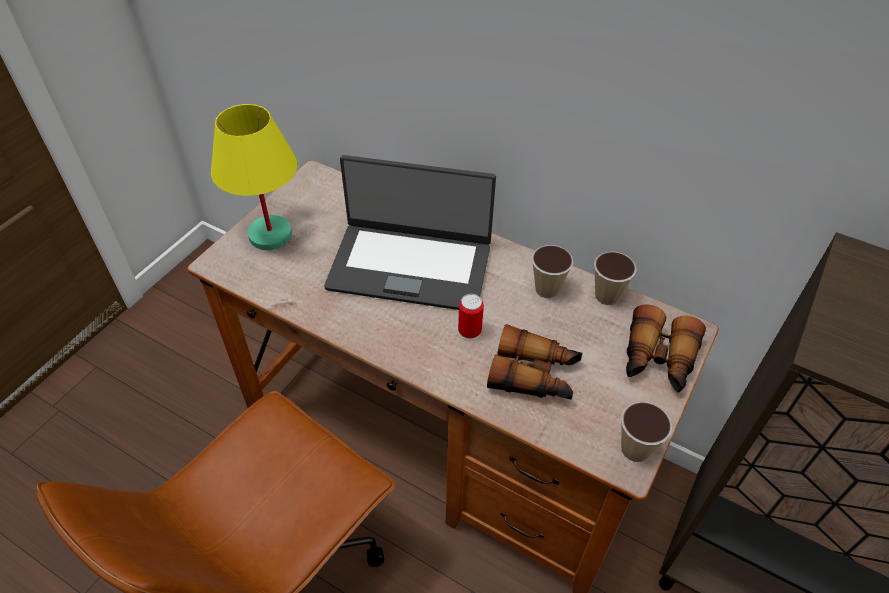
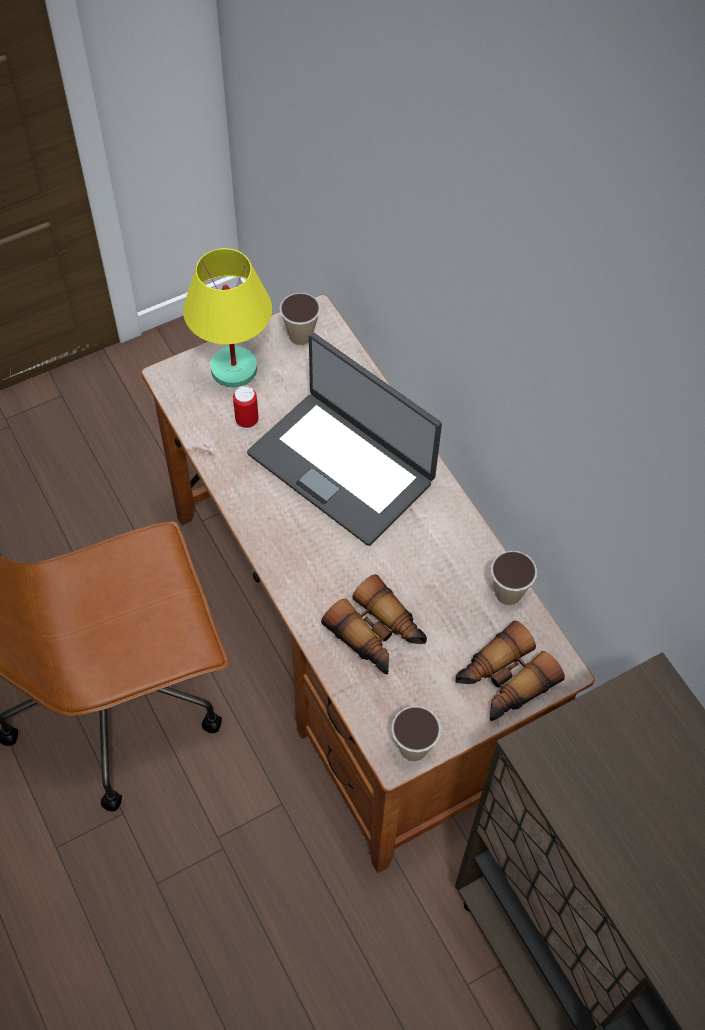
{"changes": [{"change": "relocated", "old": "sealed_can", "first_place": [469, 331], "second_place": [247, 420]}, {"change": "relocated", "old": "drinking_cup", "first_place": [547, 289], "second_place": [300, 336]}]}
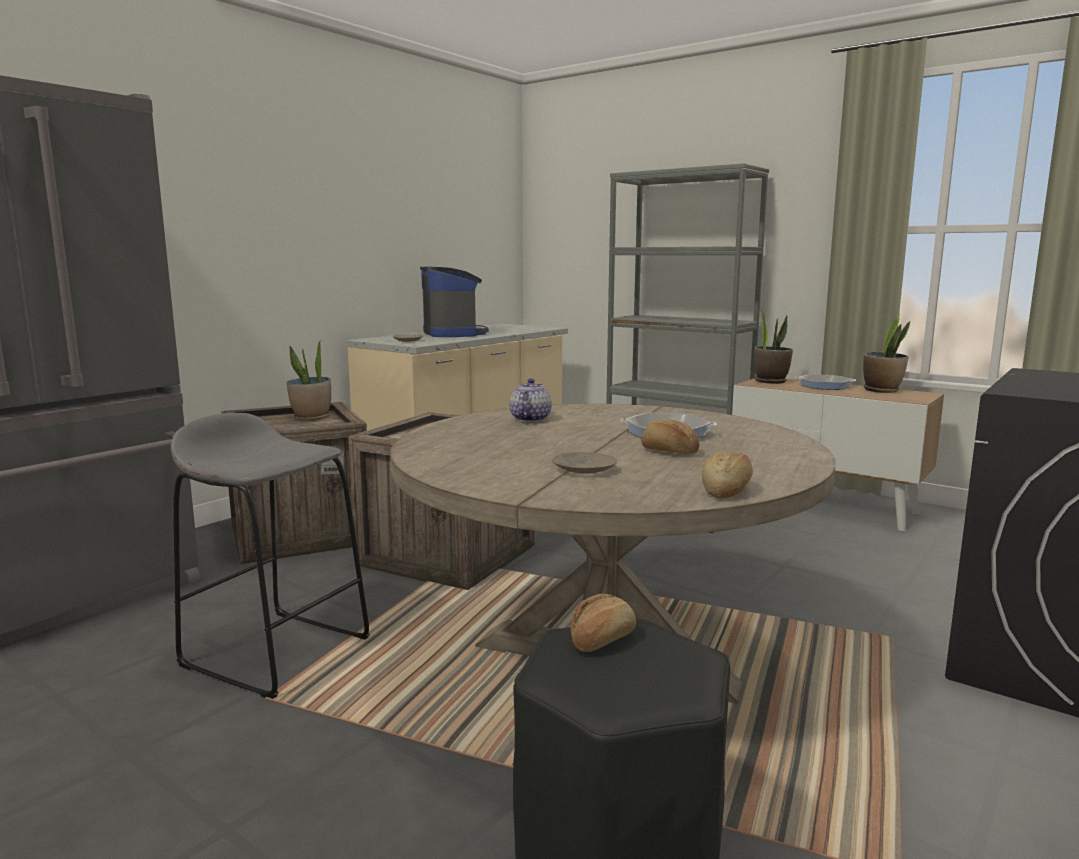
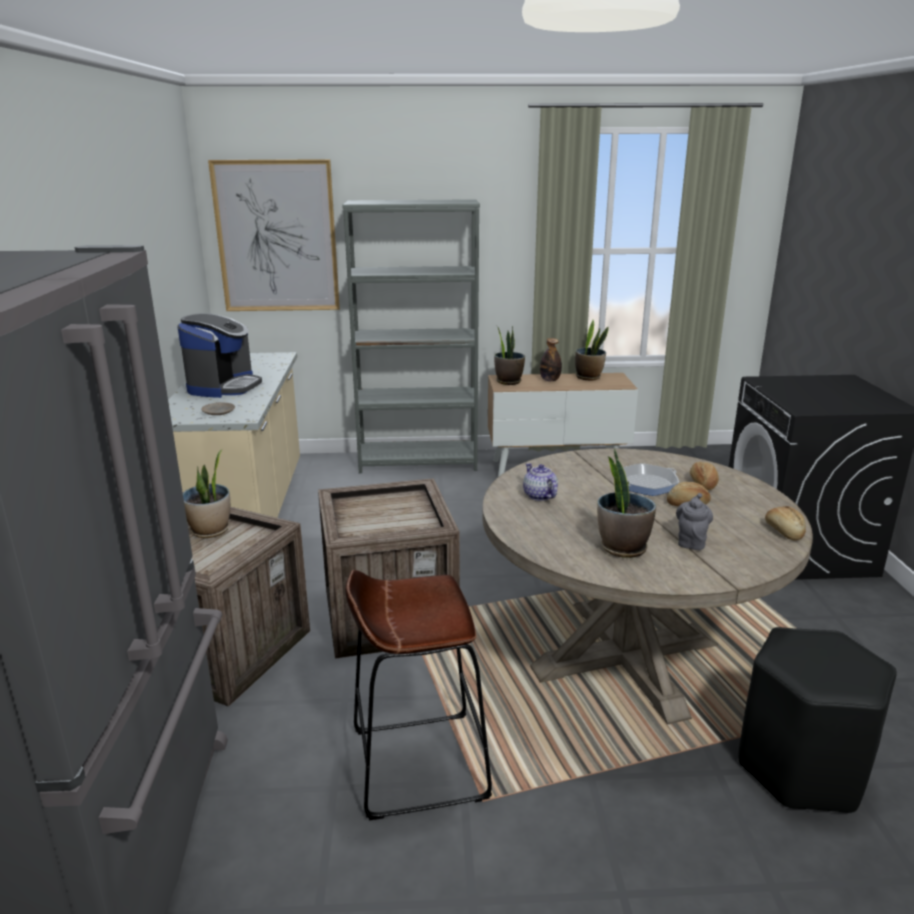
{"changes": [{"change": "appeared", "new": "picture", "second_place": [277, 237]}, {"change": "appeared", "new": "plant_in_a_pot", "second_place": [622, 547]}, {"change": "relocated", "old": "baked_bread", "first_place": [602, 640], "second_place": [702, 484]}, {"change": "exchanged", "old": "beige_dinner_plate", "new": "greyish_pot_for_tea", "first_place": [583, 469], "second_place": [691, 541]}, {"change": "exchanged", "old": "pan", "new": "bottle", "first_place": [824, 386], "second_place": [550, 380]}, {"change": "colour", "old": "greyish_stool_seat", "new": "brown_stool_seat", "first_place": [276, 651], "second_place": [418, 763]}, {"change": "spun", "old": "coffee_machine", "first_place": [454, 334], "second_place": [224, 387], "degrees": 75}]}
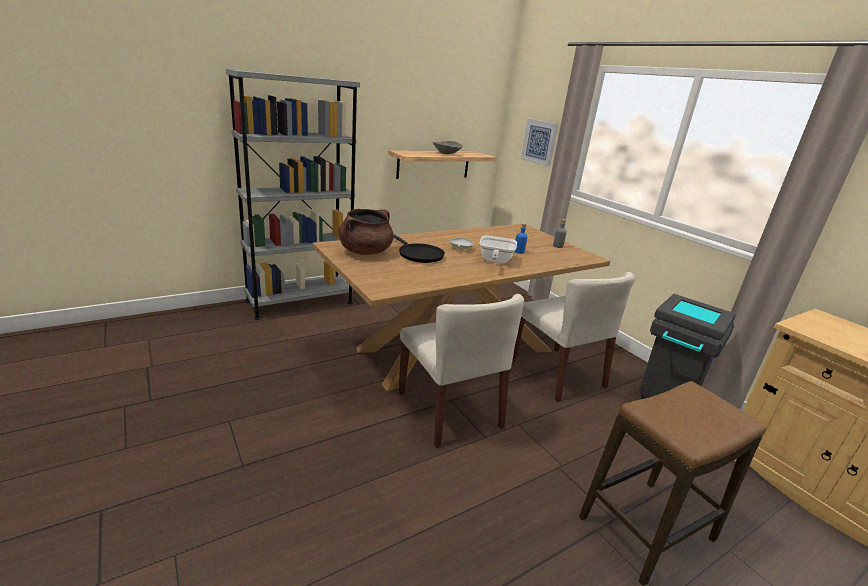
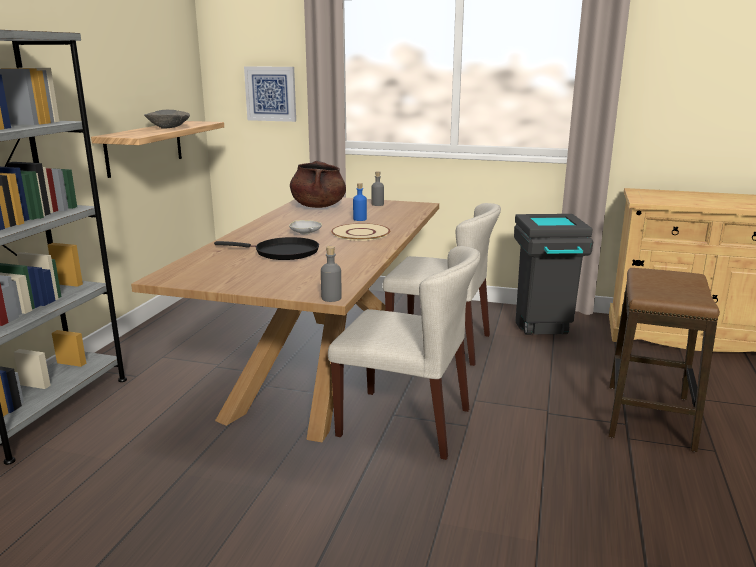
{"changes": [{"change": "appeared", "new": "greyish_bottle", "second_place": [331, 298]}, {"change": "relocated", "old": "brown_saucepot", "first_place": [365, 252], "second_place": [318, 206]}, {"change": "exchanged", "old": "pan", "new": "beige_dinner_plate", "first_place": [494, 261], "second_place": [360, 233]}]}
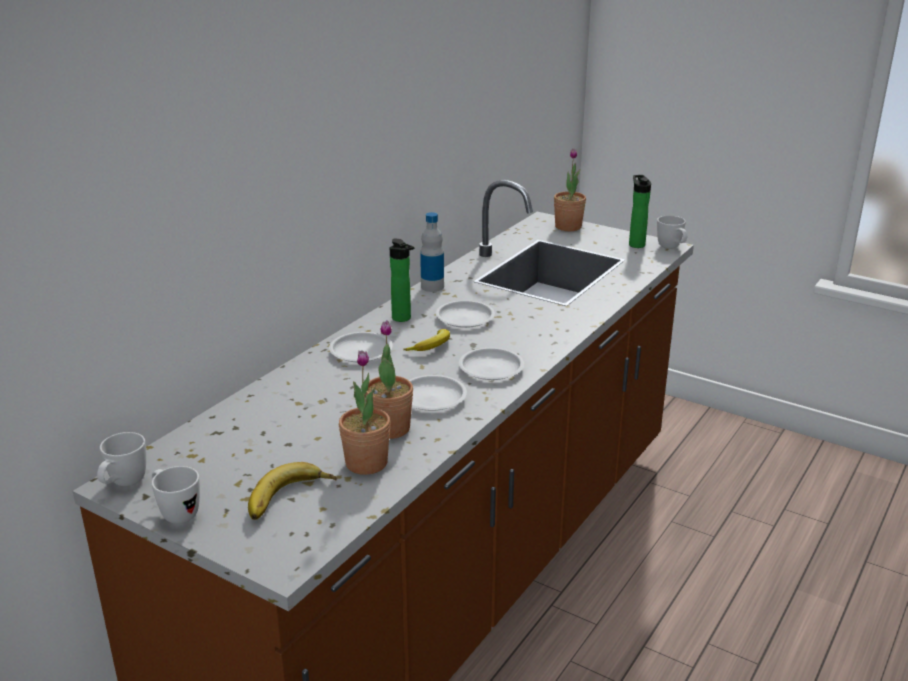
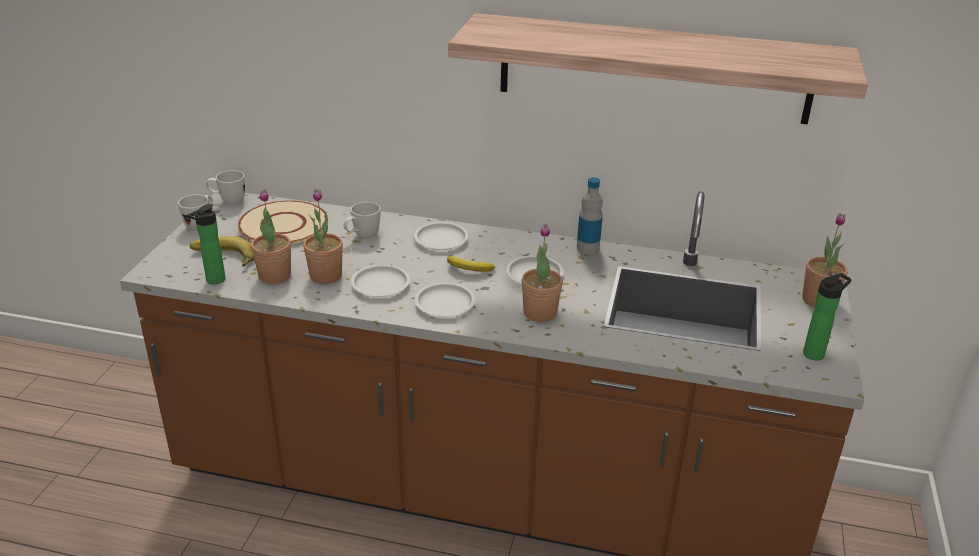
{"changes": [{"change": "appeared", "new": "beige_dinner_plate", "second_place": [284, 225]}, {"change": "appeared", "new": "bracket_shelf", "second_place": [653, 68]}, {"change": "appeared", "new": "plant_in_a_pot", "second_place": [540, 313]}, {"change": "relocated", "old": "bottle", "first_place": [403, 319], "second_place": [213, 281]}, {"change": "relocated", "old": "whitish_tea_mug", "first_place": [671, 248], "second_place": [362, 236]}]}
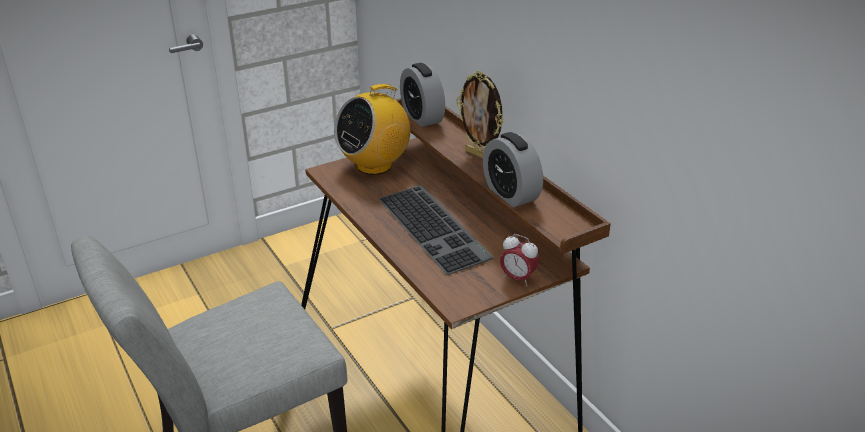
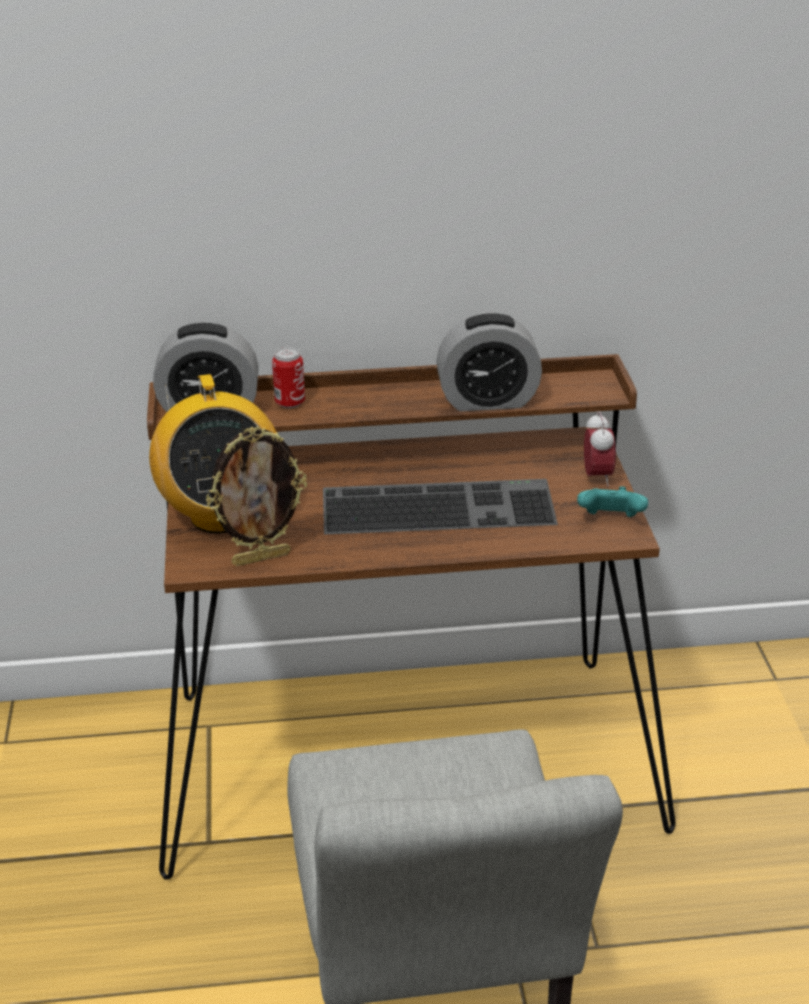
{"changes": [{"change": "appeared", "new": "sealed_can", "second_place": [290, 402]}, {"change": "appeared", "new": "turquoise-coloured_game_controller", "second_place": [610, 520]}, {"change": "relocated", "old": "standing_frame", "first_place": [479, 155], "second_place": [261, 558]}, {"change": "spun", "old": "table_clock", "first_place": [517, 278], "second_place": [597, 477], "degrees": -60}]}
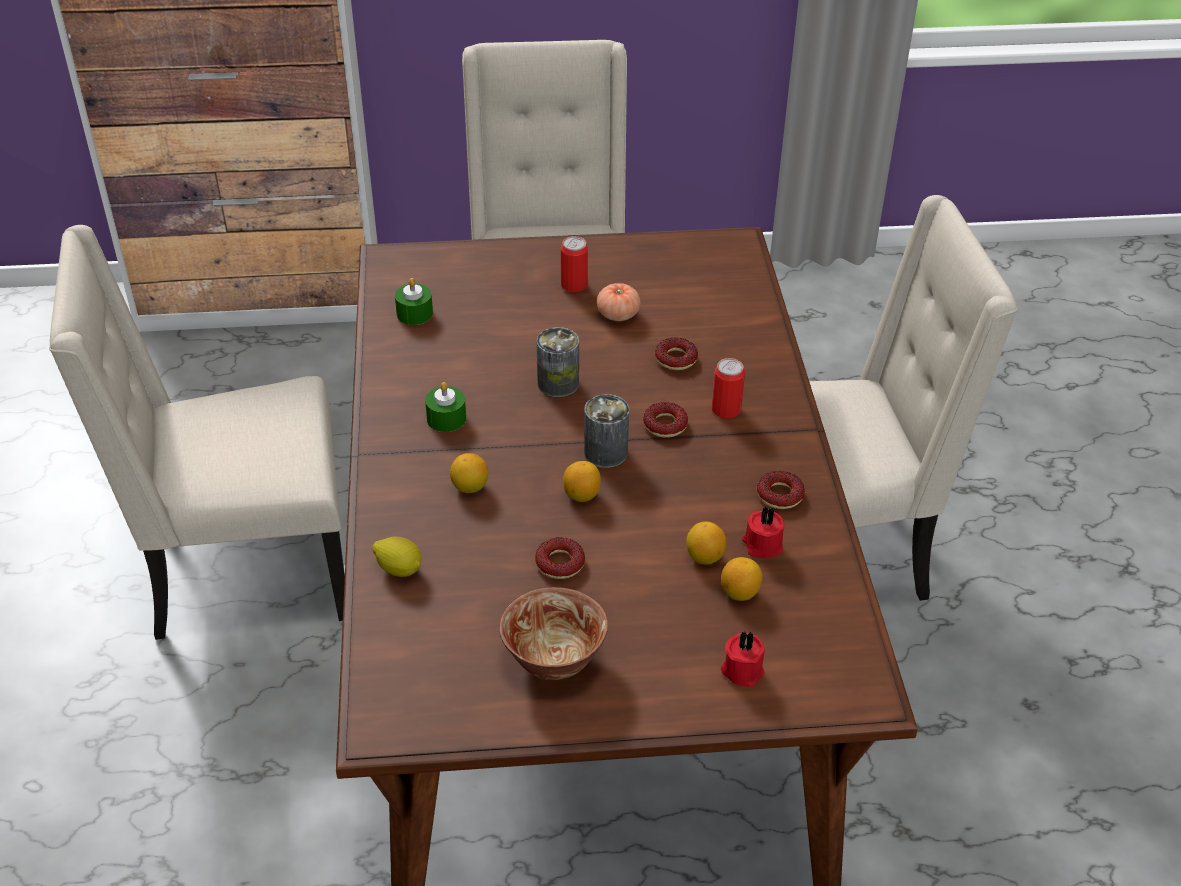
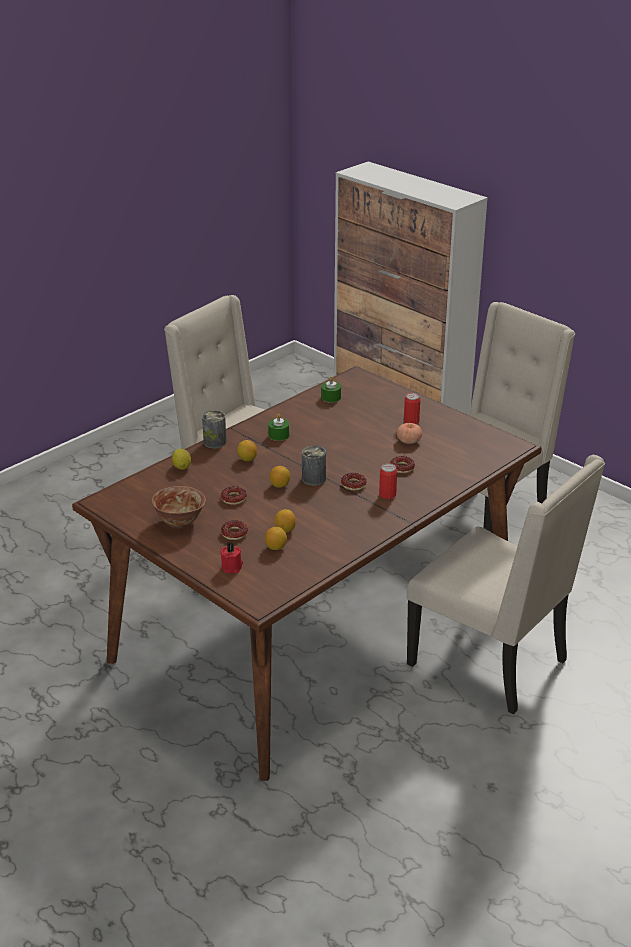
{"changes": [{"change": "missing", "old": "reddish_candle", "first_place": [762, 545]}, {"change": "relocated", "old": "sealed_can", "first_place": [558, 383], "second_place": [215, 442]}, {"change": "relocated", "old": "ring_doughnut", "first_place": [779, 495], "second_place": [234, 533]}]}
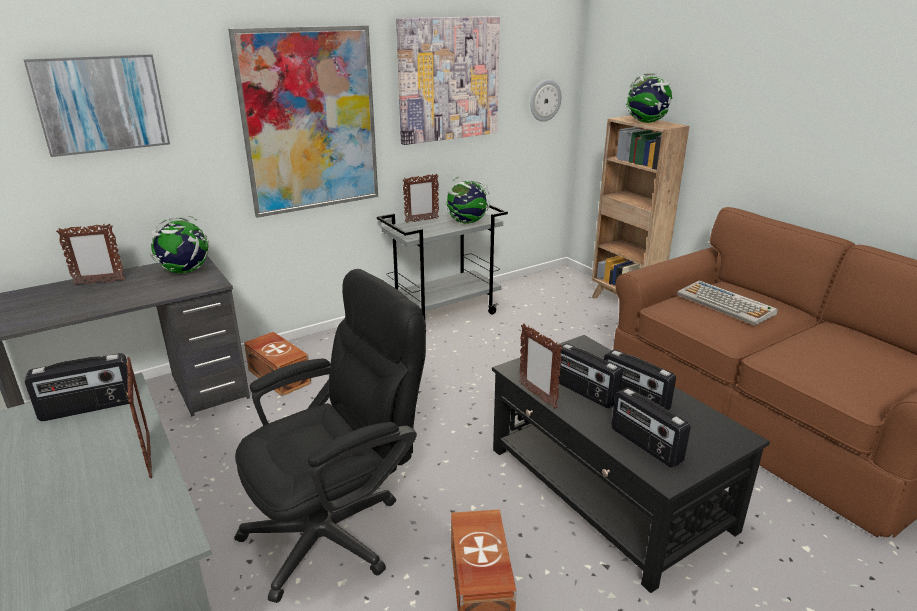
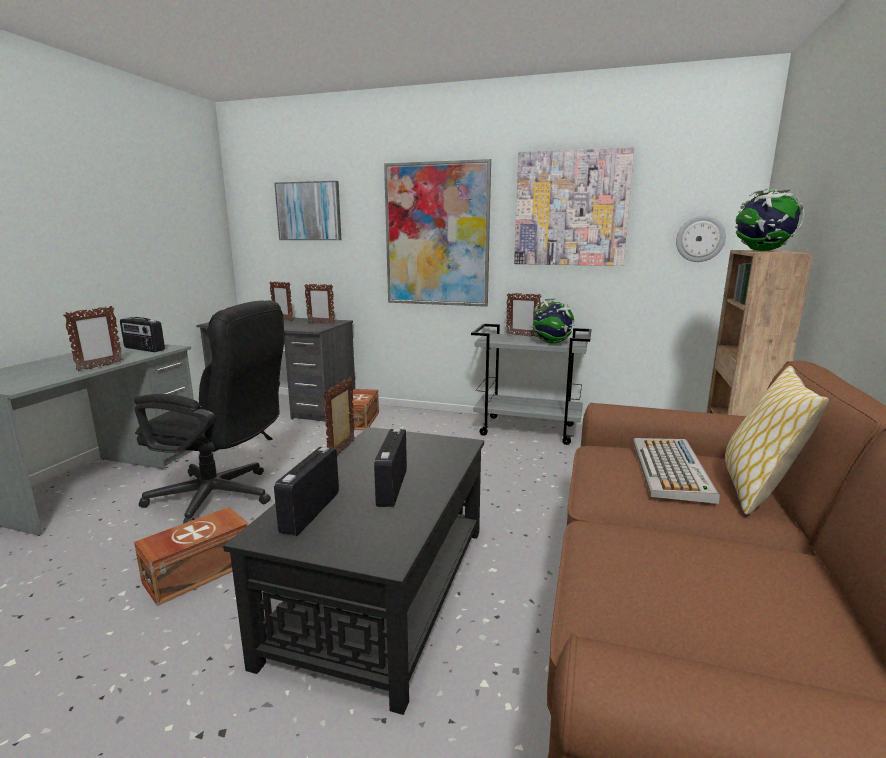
{"changes": [{"change": "missing", "old": "radio_receiver", "first_place": [584, 392]}, {"change": "appeared", "new": "cushion", "second_place": [756, 490]}, {"change": "exchanged", "old": "globe", "new": "standing_frame", "first_place": [184, 271], "second_place": [321, 323]}]}
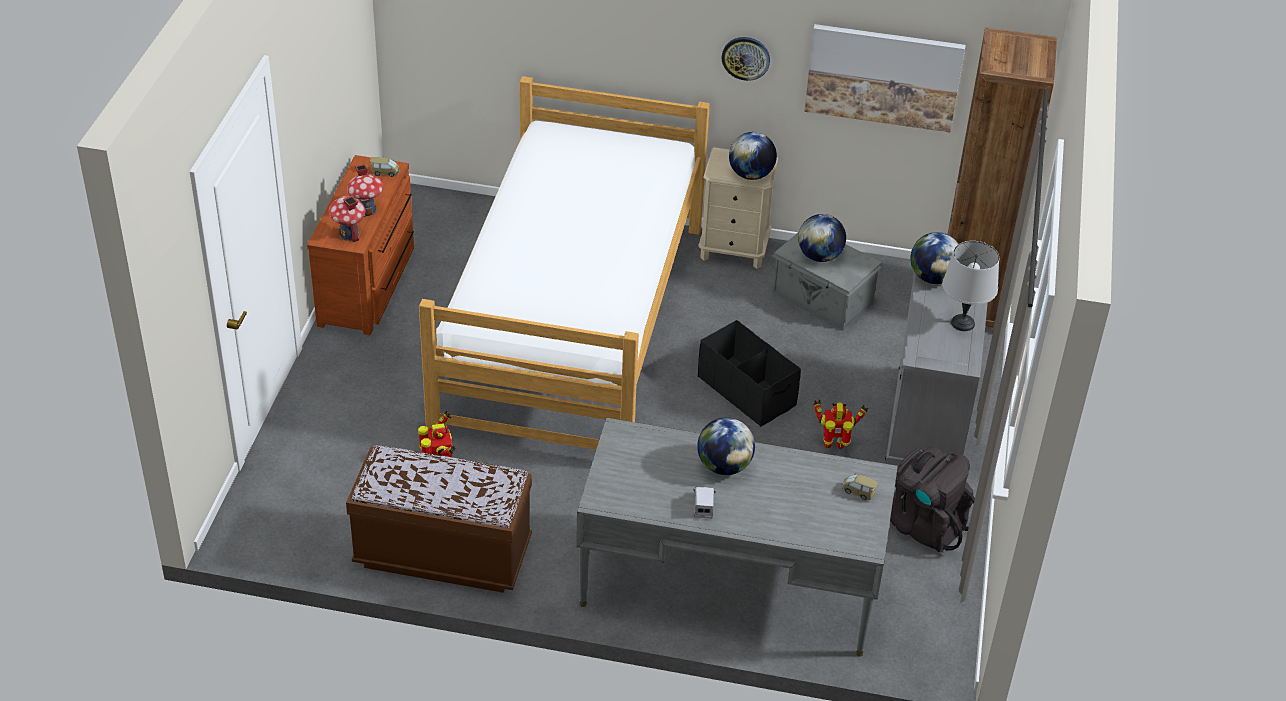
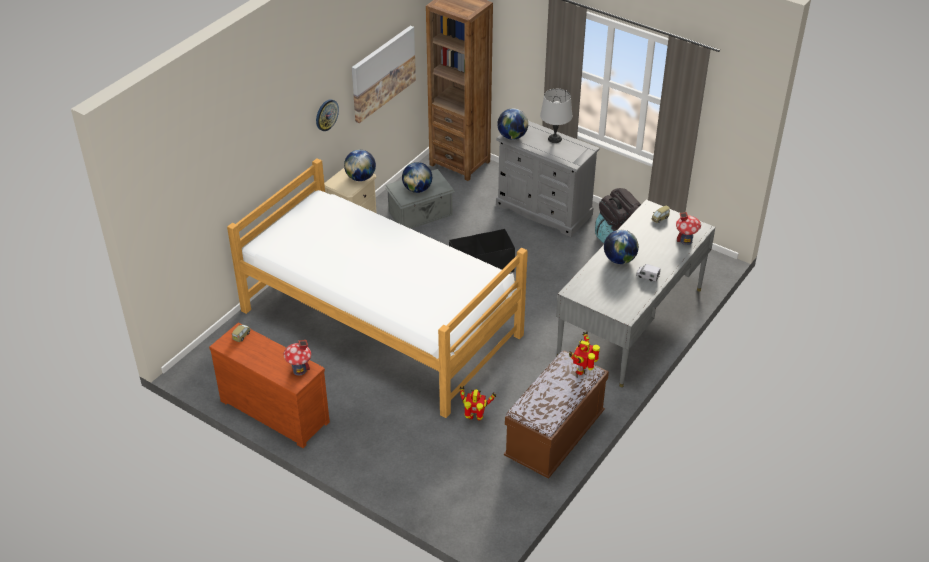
{"changes": [{"change": "relocated", "old": "model_house", "first_place": [366, 210], "second_place": [685, 240]}, {"change": "relocated", "old": "toy_robot", "first_place": [834, 446], "second_place": [582, 370]}]}
